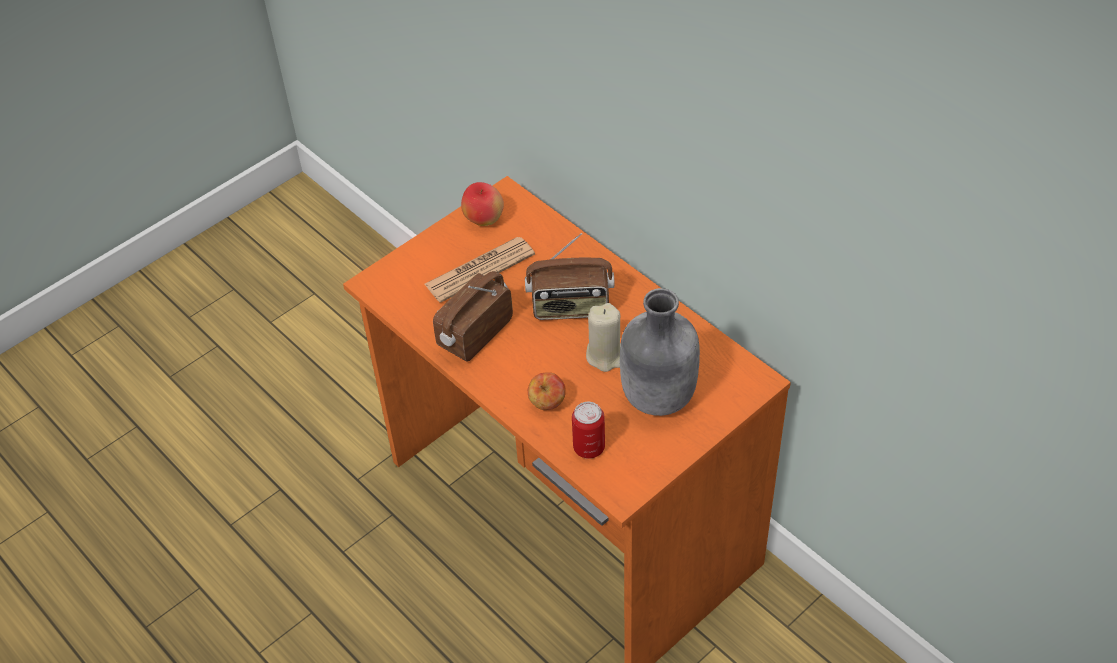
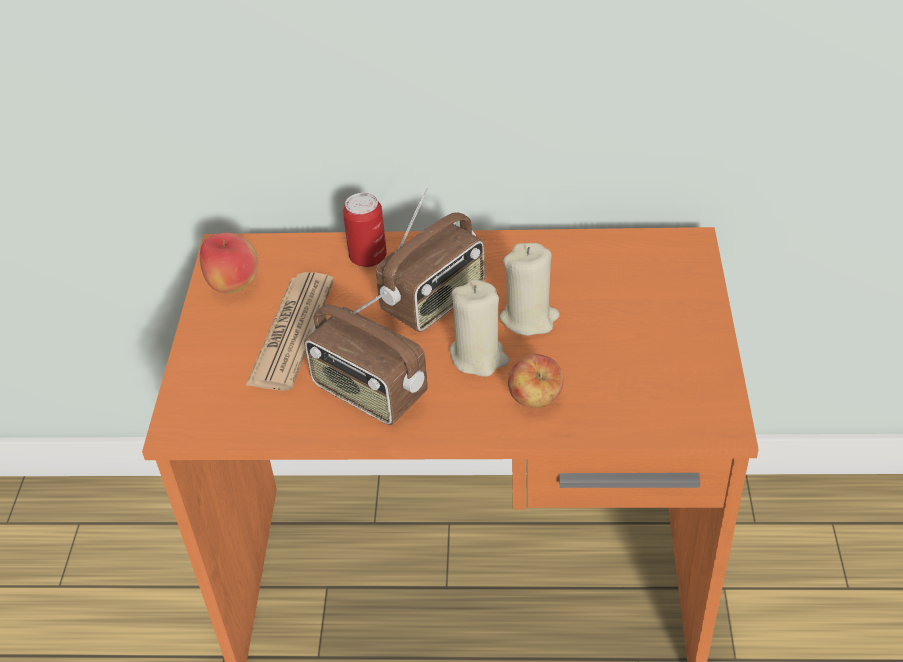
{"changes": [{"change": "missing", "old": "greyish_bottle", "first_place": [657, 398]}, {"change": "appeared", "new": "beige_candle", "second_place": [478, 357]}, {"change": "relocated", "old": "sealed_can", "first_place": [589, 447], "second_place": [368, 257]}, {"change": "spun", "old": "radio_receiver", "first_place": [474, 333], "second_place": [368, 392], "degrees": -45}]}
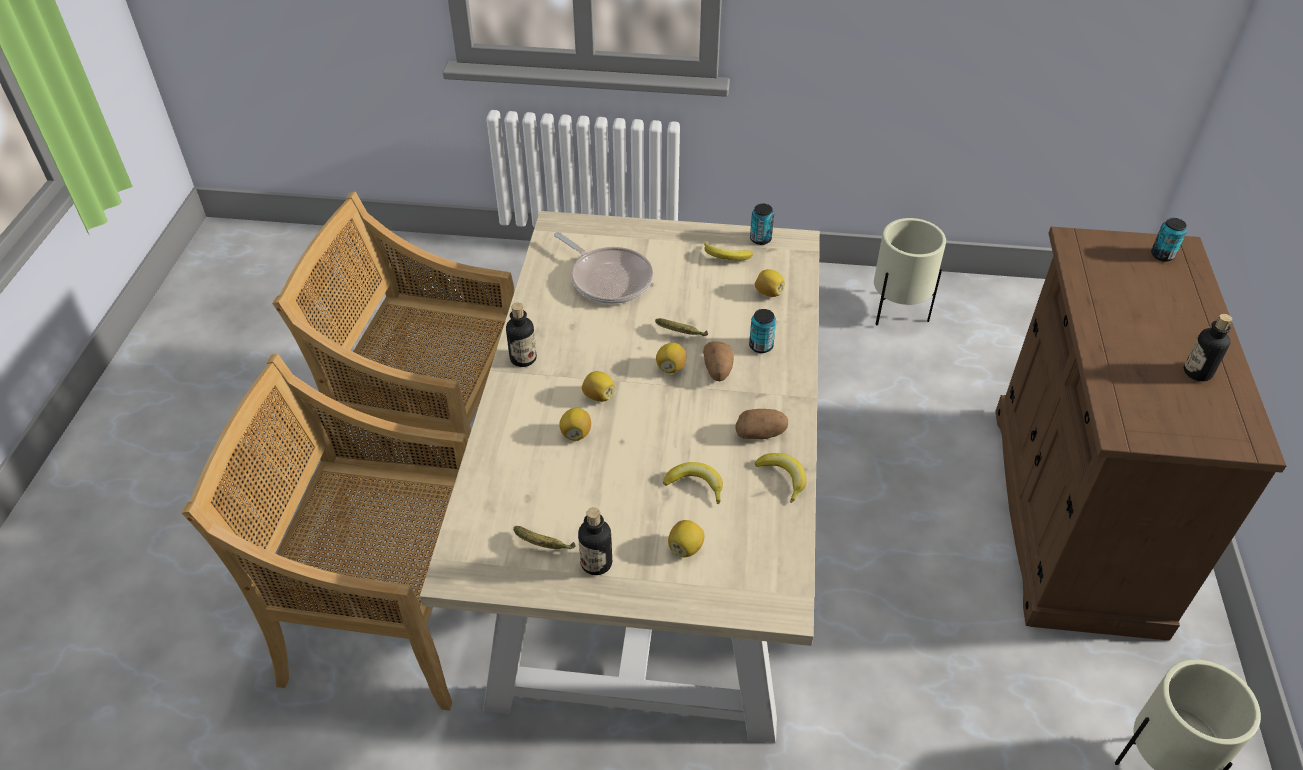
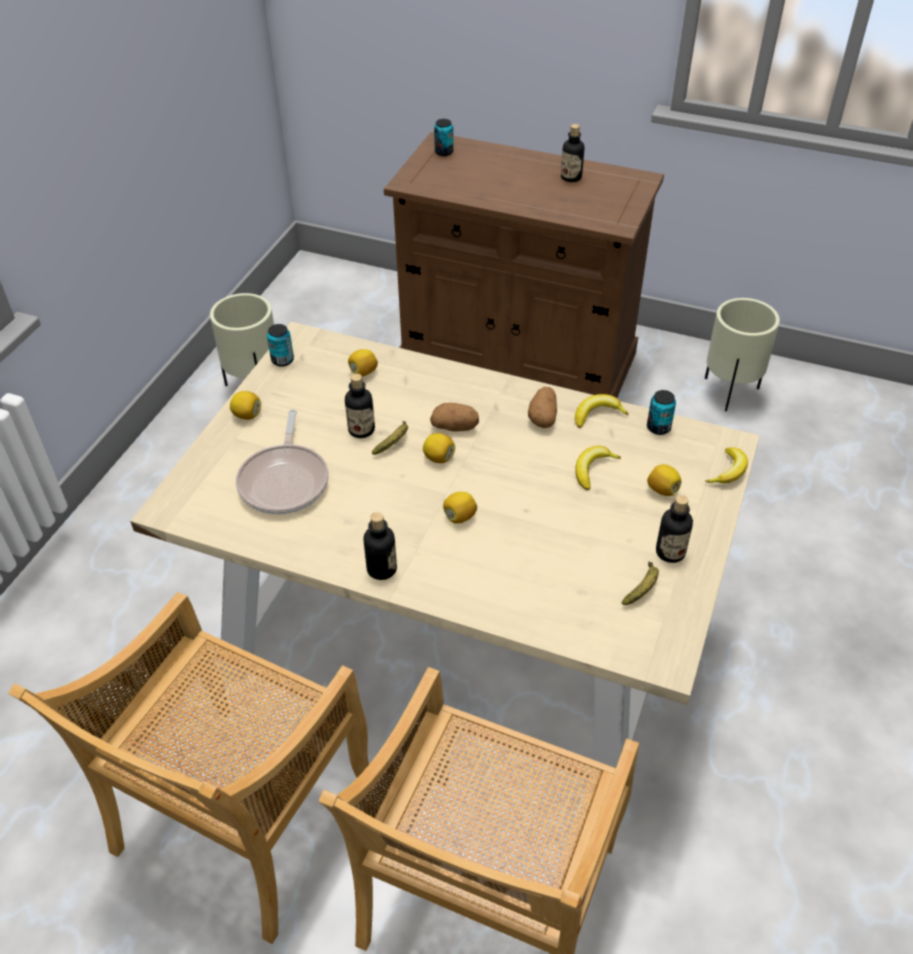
{"changes": [{"change": "appeared", "new": "bottle", "second_place": [361, 430]}, {"change": "relocated", "old": "citrus_fruit", "first_place": [576, 433], "second_place": [247, 415]}, {"change": "relocated", "old": "whole_banana", "first_place": [726, 257], "second_place": [728, 471]}, {"change": "relocated", "old": "sealed_can", "first_place": [761, 346], "second_place": [658, 427]}, {"change": "spun", "old": "pan", "first_place": [608, 278], "second_place": [285, 480], "degrees": 120}]}
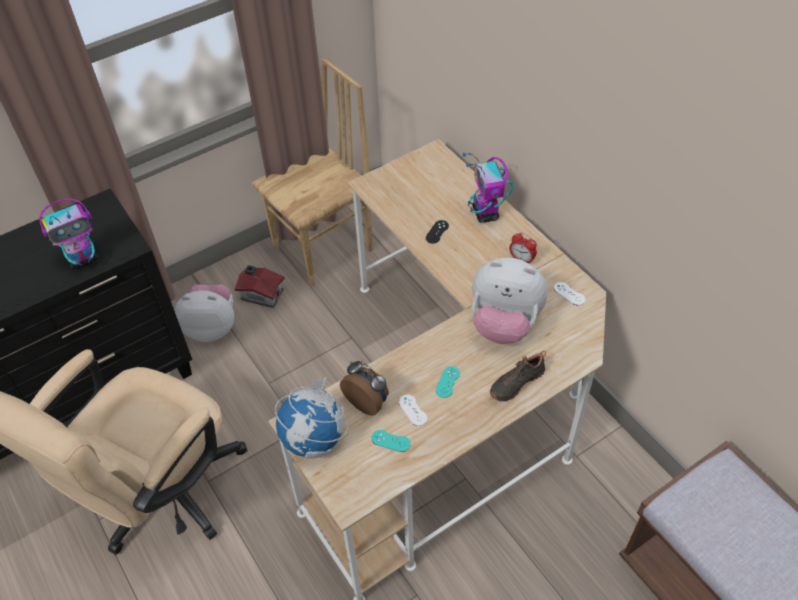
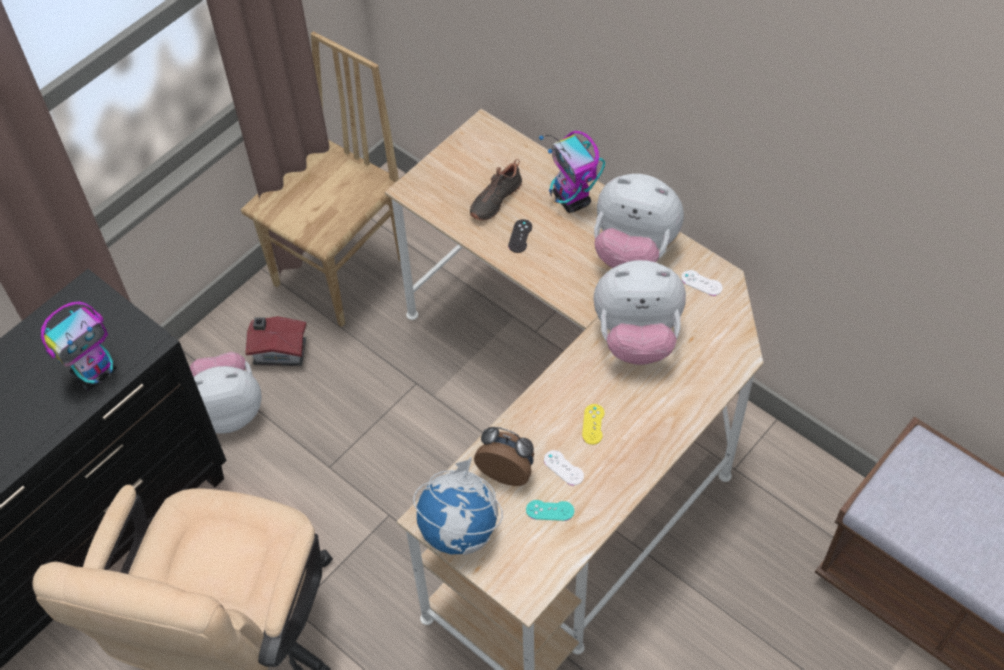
{"changes": [{"change": "relocated", "old": "blackish_shoe", "first_place": [516, 382], "second_place": [494, 199]}, {"change": "exchanged", "old": "table_clock", "new": "plush_toy", "first_place": [521, 259], "second_place": [633, 251]}, {"change": "colour", "old": "turquoise-coloured_game_controller", "new": "yellow-coloured_game_controller", "first_place": [447, 382], "second_place": [593, 424]}]}
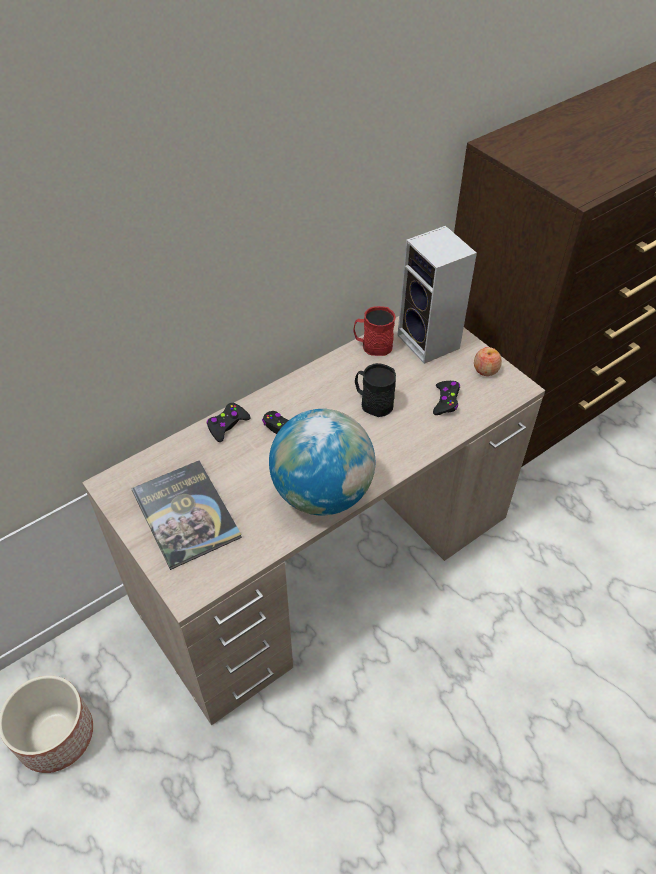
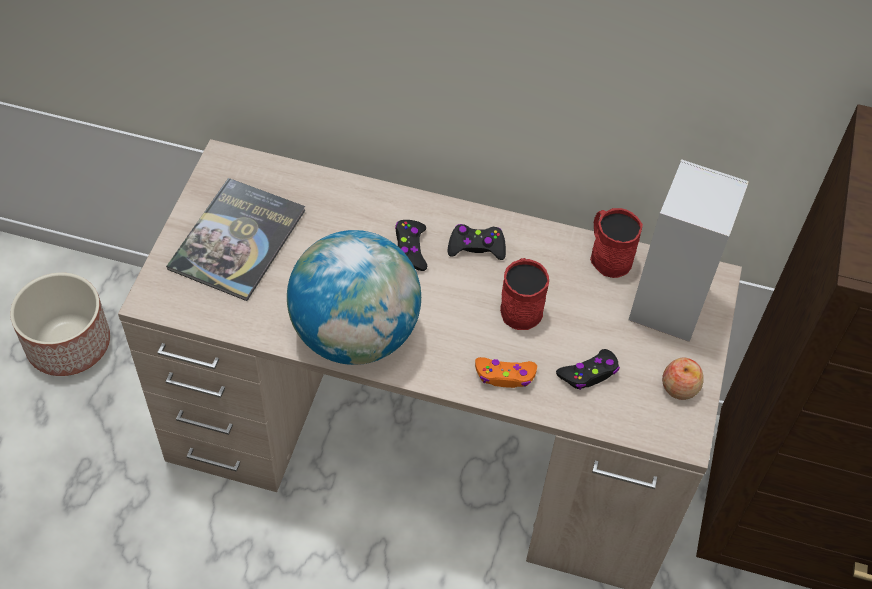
{"changes": [{"change": "appeared", "new": "orangey_game_controller", "second_place": [505, 376]}, {"change": "relocated", "old": "blackish_game_controller", "first_place": [227, 425], "second_place": [476, 247]}, {"change": "colour", "old": "blackish_tea_mug", "new": "reddish_tea_mug", "first_place": [373, 403], "second_place": [520, 306]}]}
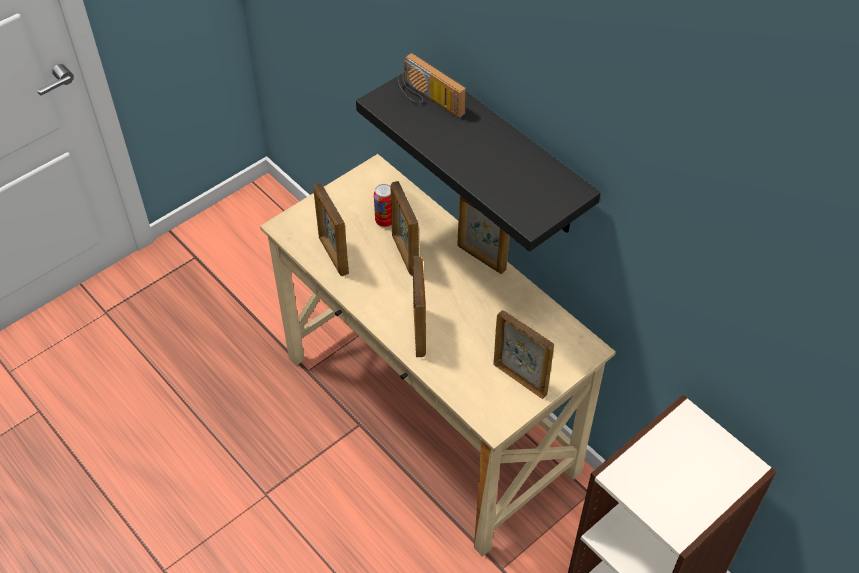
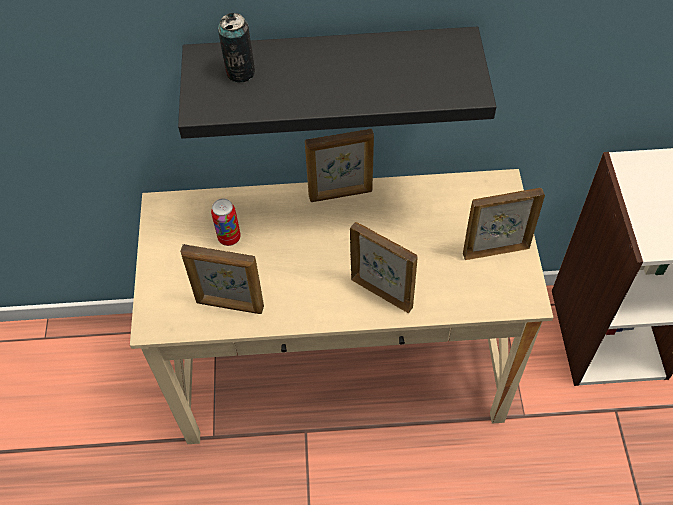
{"changes": [{"change": "missing", "old": "standing_frame", "first_place": [405, 254]}, {"change": "exchanged", "old": "radio_receiver", "new": "sealed_can", "first_place": [428, 100], "second_place": [240, 72]}]}
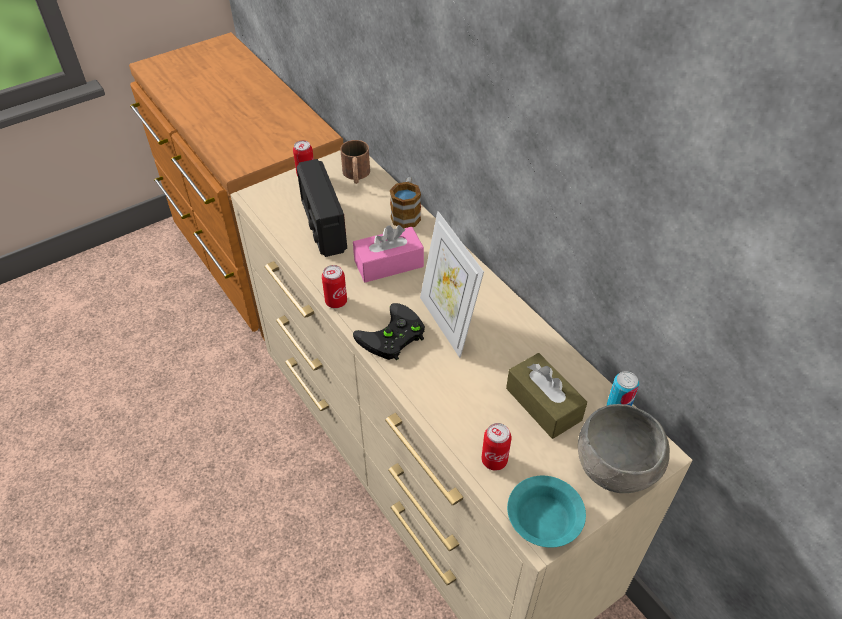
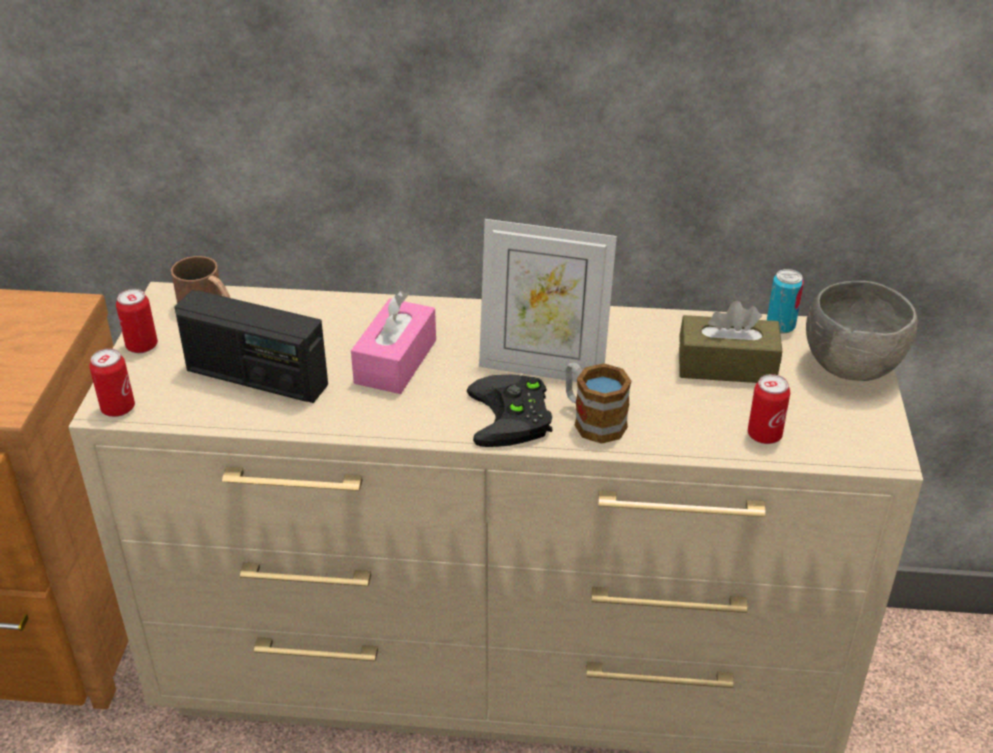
{"changes": [{"change": "missing", "old": "turquoise-coloured_deep_dish", "first_place": [542, 519]}, {"change": "relocated", "old": "sealed_can", "first_place": [336, 301], "second_place": [118, 408]}, {"change": "relocated", "old": "tea_mug", "first_place": [406, 214], "second_place": [592, 420]}]}
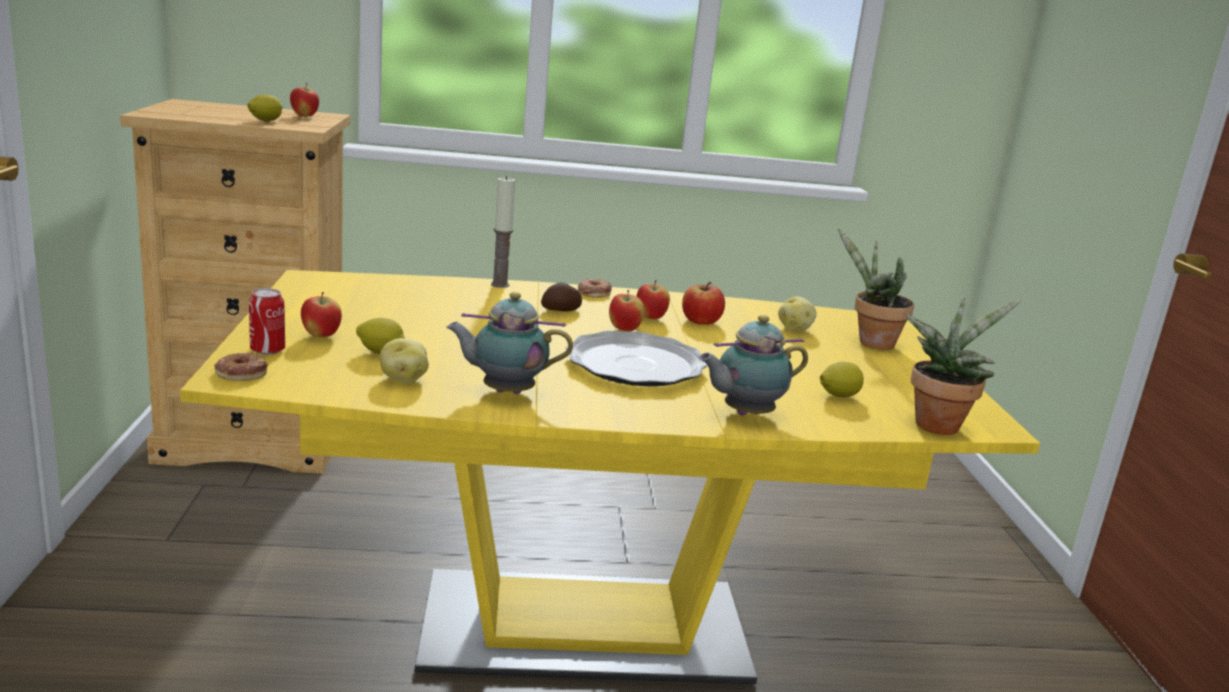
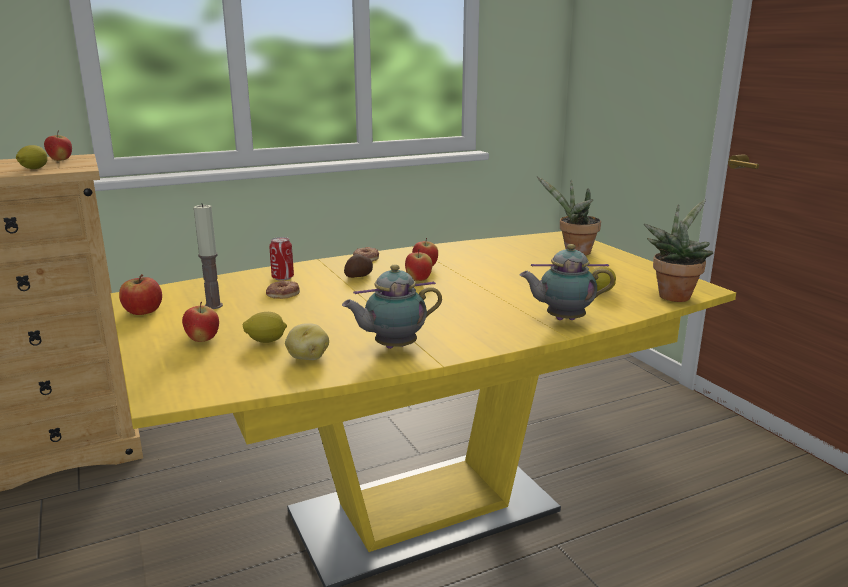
{"changes": [{"change": "missing", "old": "dinner_plate", "first_place": [636, 365]}, {"change": "missing", "old": "potato", "first_place": [795, 329]}, {"change": "relocated", "old": "ring_doughnut", "first_place": [241, 372], "second_place": [283, 293]}, {"change": "relocated", "old": "sealed_can", "first_place": [267, 350], "second_place": [283, 278]}, {"change": "relocated", "old": "candle", "first_place": [500, 285], "second_place": [213, 306]}, {"change": "relocated", "old": "apple", "first_place": [701, 321], "second_place": [143, 311]}, {"change": "spun", "old": "pot_for_tea", "first_place": [744, 414], "second_place": [562, 319], "degrees": 45}]}
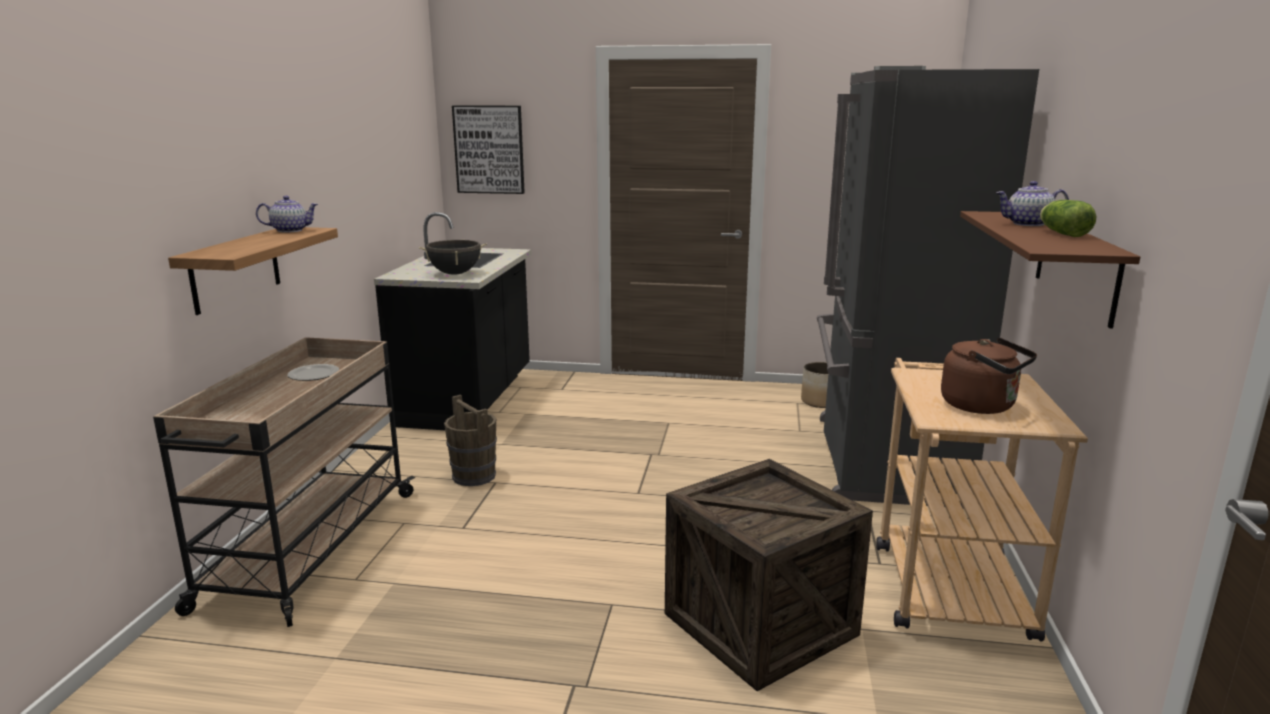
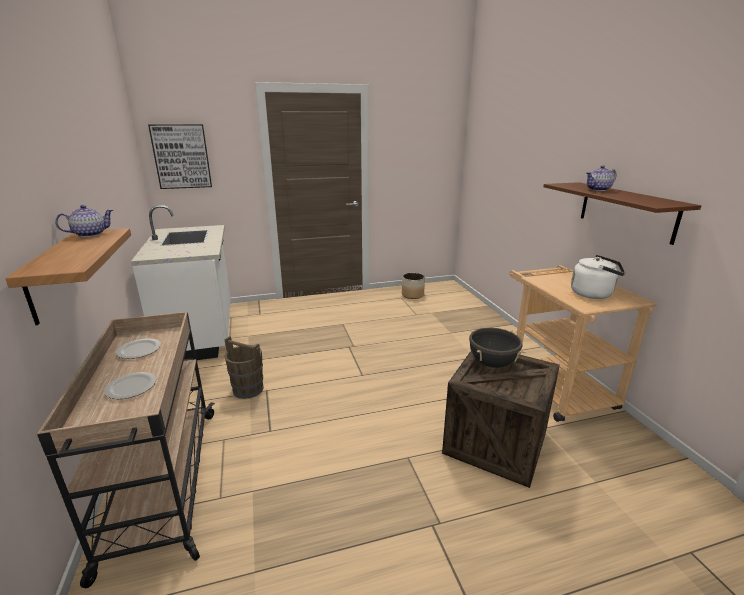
{"changes": [{"change": "missing", "old": "greyish_refrigerator", "first_place": [882, 459]}, {"change": "missing", "old": "lettuce", "first_place": [1061, 233]}, {"change": "appeared", "new": "dinner_plate", "second_place": [131, 387]}, {"change": "relocated", "old": "blackish_saucepot", "first_place": [455, 274], "second_place": [492, 364]}, {"change": "colour", "old": "blackish_kitchen_counter", "new": "whitish_kitchen_counter", "first_place": [468, 399], "second_place": [201, 333]}, {"change": "colour", "old": "brown_water_kettle", "new": "whitish_water_kettle", "first_place": [982, 406], "second_place": [593, 294]}]}
